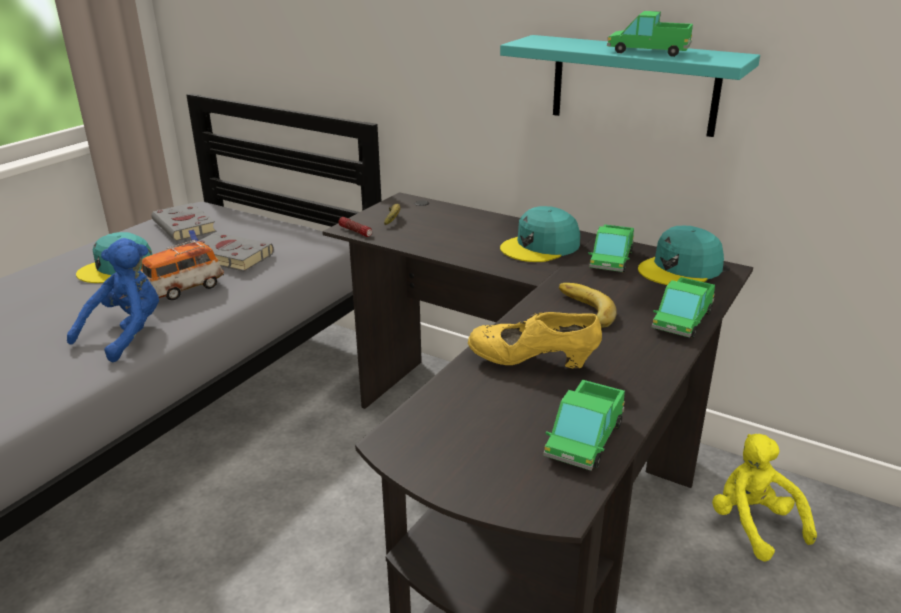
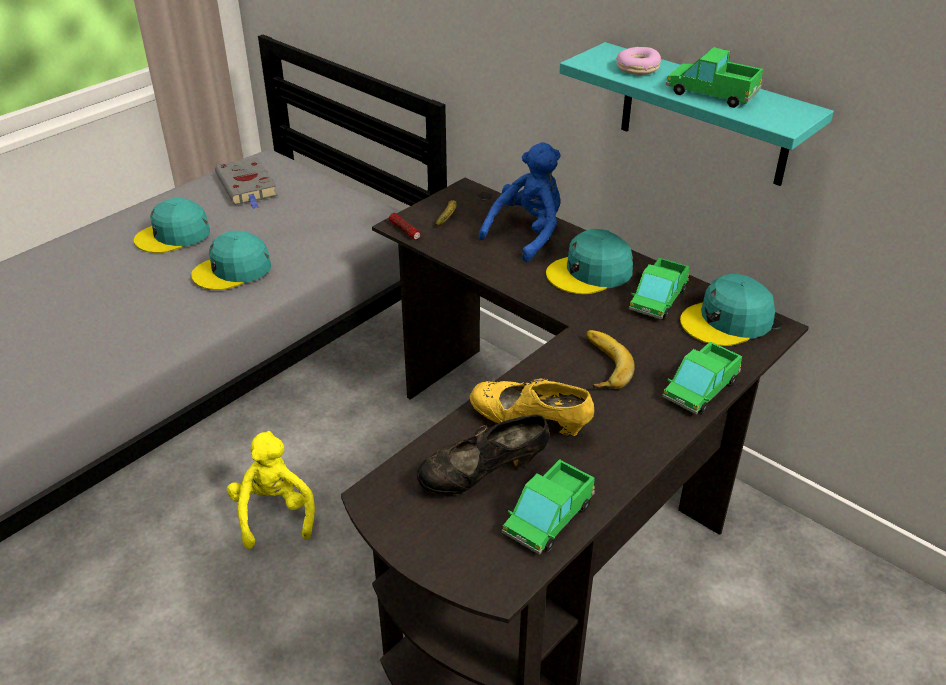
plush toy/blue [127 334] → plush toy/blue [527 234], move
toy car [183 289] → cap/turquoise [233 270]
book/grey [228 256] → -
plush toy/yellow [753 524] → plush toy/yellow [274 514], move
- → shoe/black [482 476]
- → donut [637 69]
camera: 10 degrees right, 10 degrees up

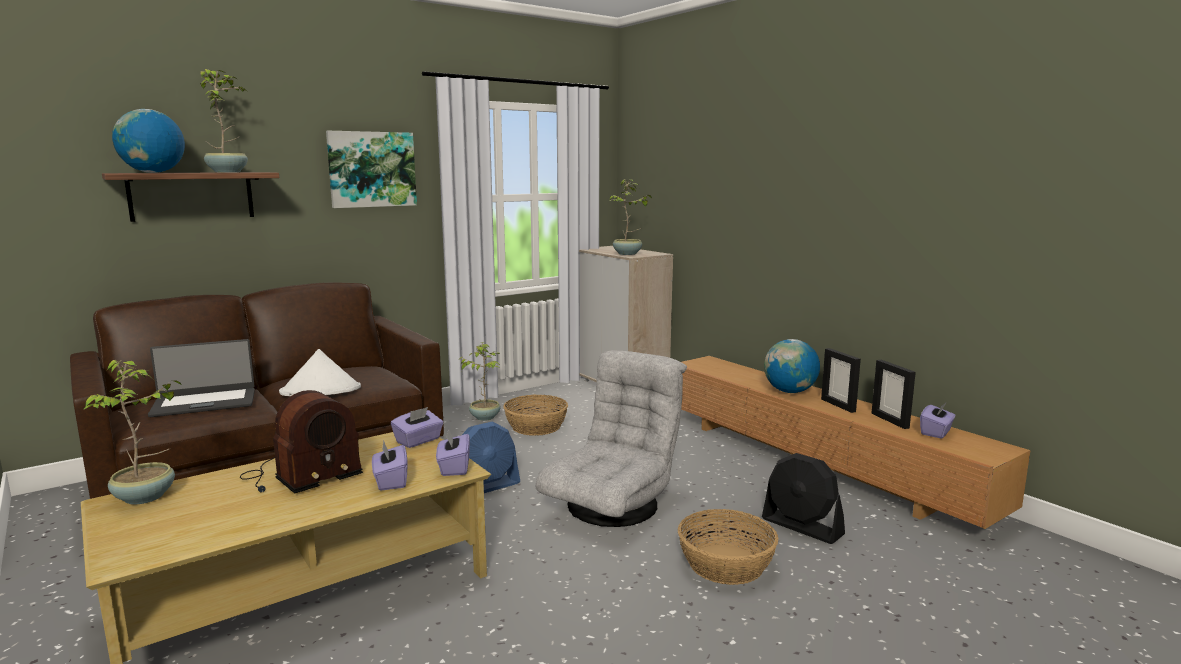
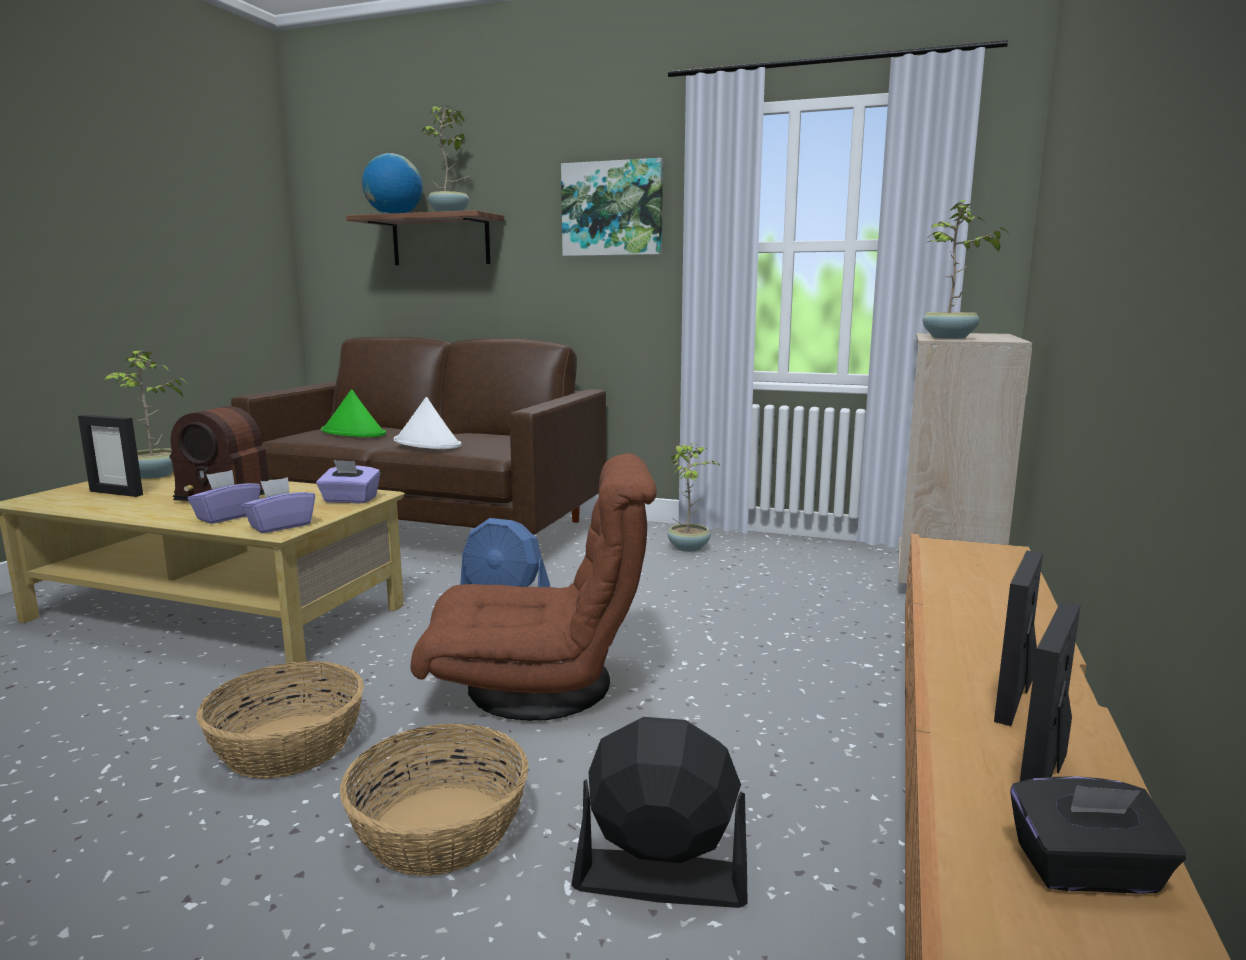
laptop [204 403] → hat/green [353 433]
basket [536 426] → basket [289 745], move
armchair/grey [613 507] → armchair/brown [537 688]
fan/black [802 527] → fan/black [659 878], 90 degrees clockwise
globe [789 391] → -
tissue box/purple [936 432] → tissue box/black [1087 871]
- → picture frame [117 492]
camera: 55 degrees right, 0 degrees up

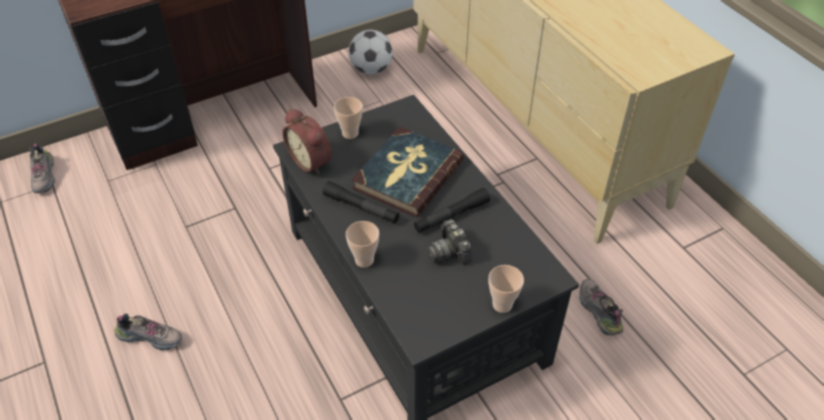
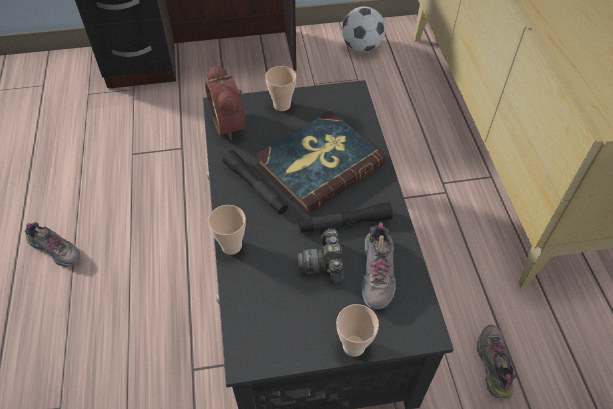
shoe [45 176] → shoe [378 274], move
camera: 20 degrees right, 5 degrees up

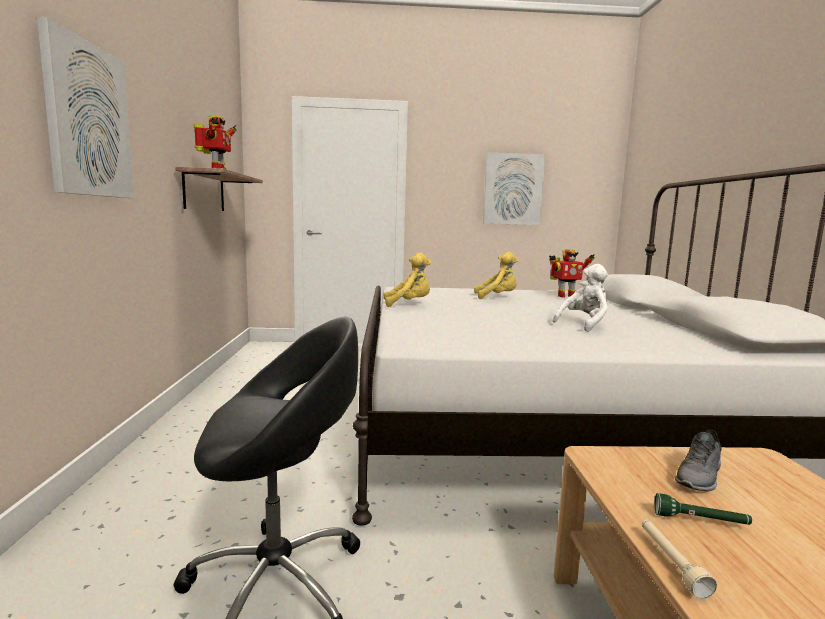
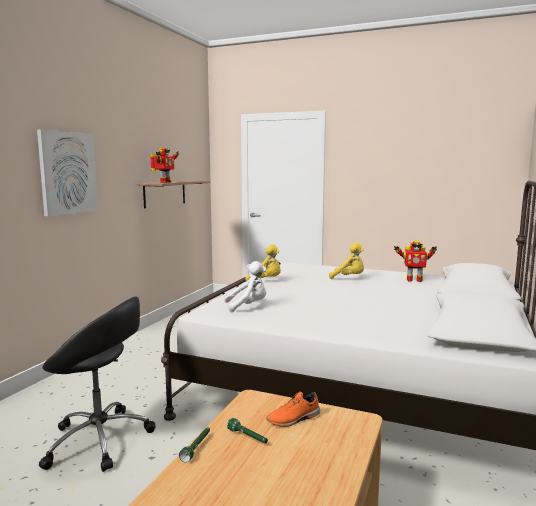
picture [513 189] → -
plush toy/white [584 325] → plush toy/white [248 306], move
flashlight/beige [670 563] → flashlight/green [197 448]
shoe/grey [700 477] → shoe/orange [294 419]
camera: 25 degrees right, 0 degrees up

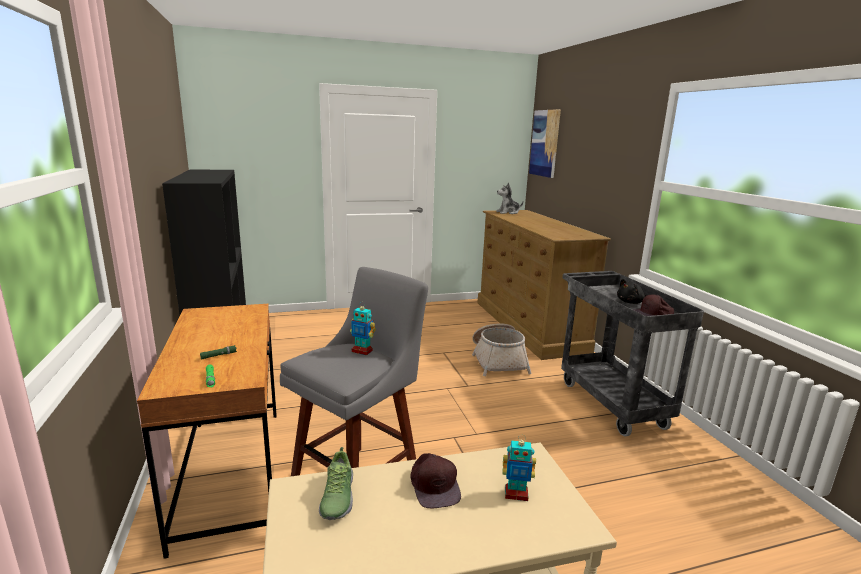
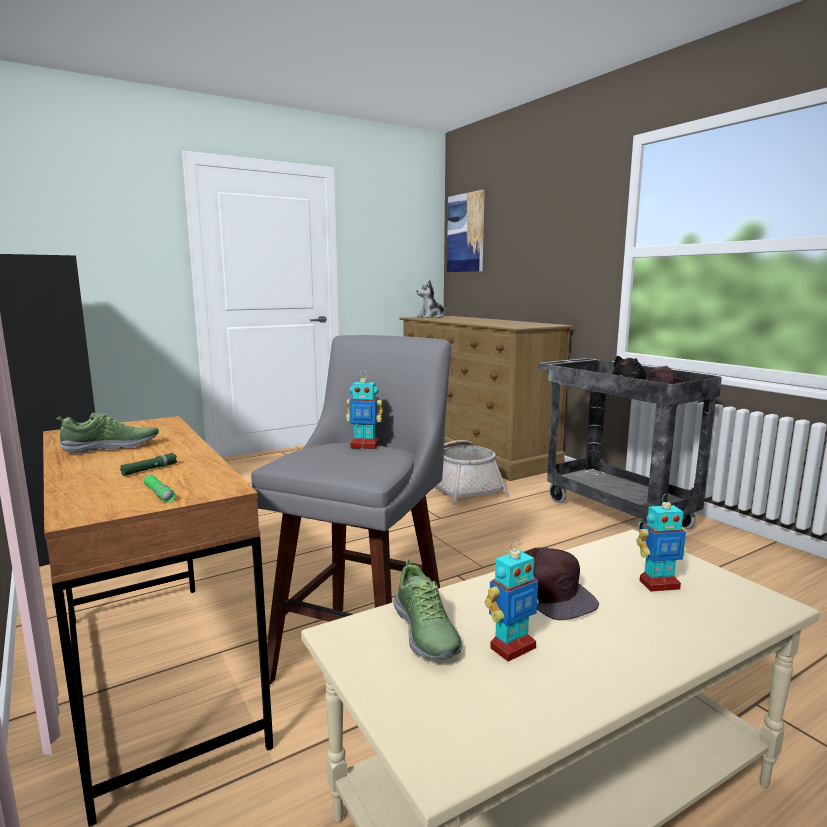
- → shoe [112 447]
- → toy robot [512 647]
camera: 15 degrees left, 5 degrees down

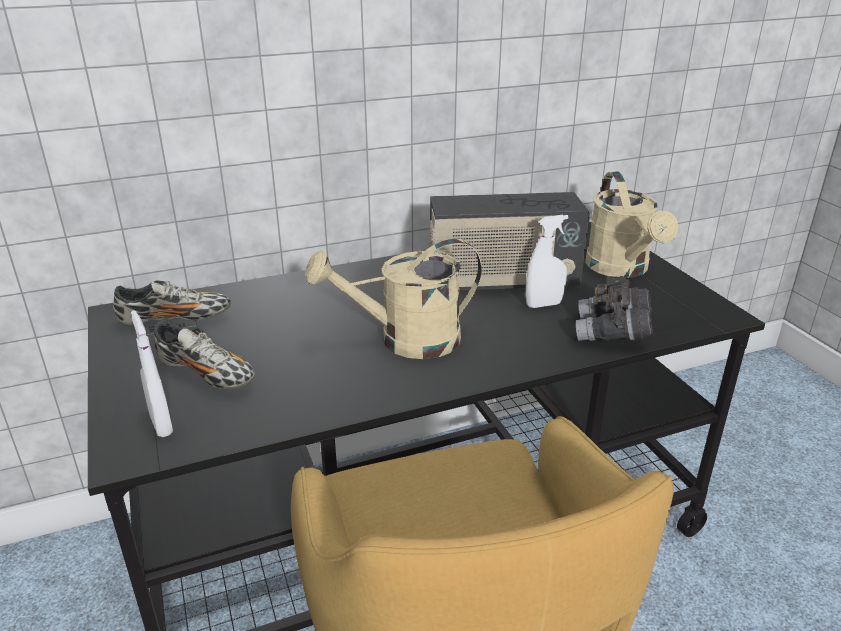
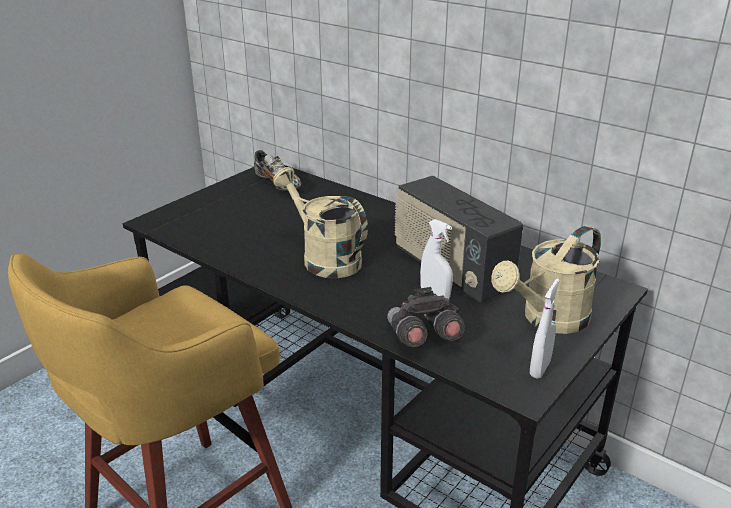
spray bottle/white [161 425] → spray bottle/white [540 368], move
shoe [207 375] → -
camera: 60 degrees right, 0 degrees up

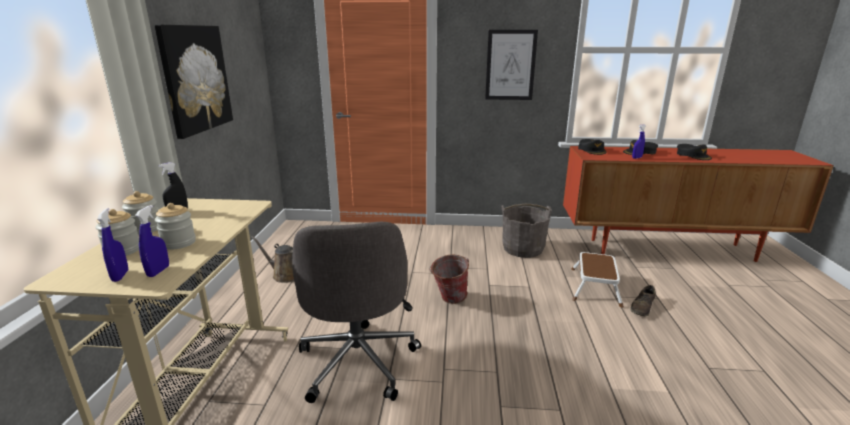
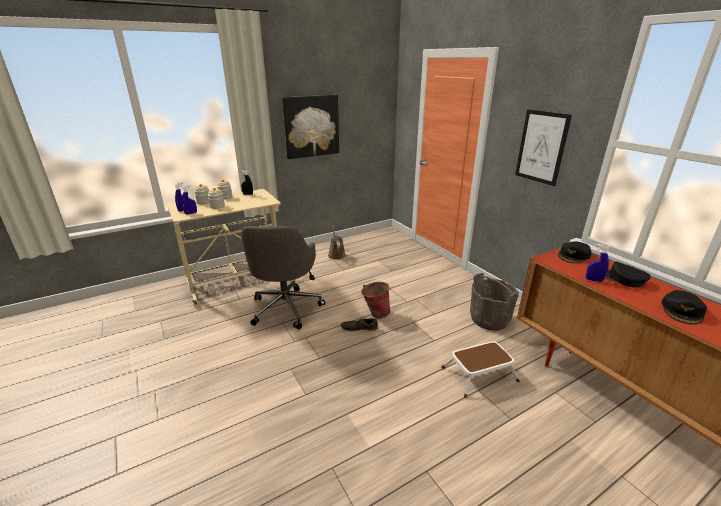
office chair/grey [358 363] → office chair/grey [286 309], 45 degrees counterclockwise
shoe/brown [642 307] → shoe/brown [359 328], move
camera: 55 degrees right, 5 degrees up

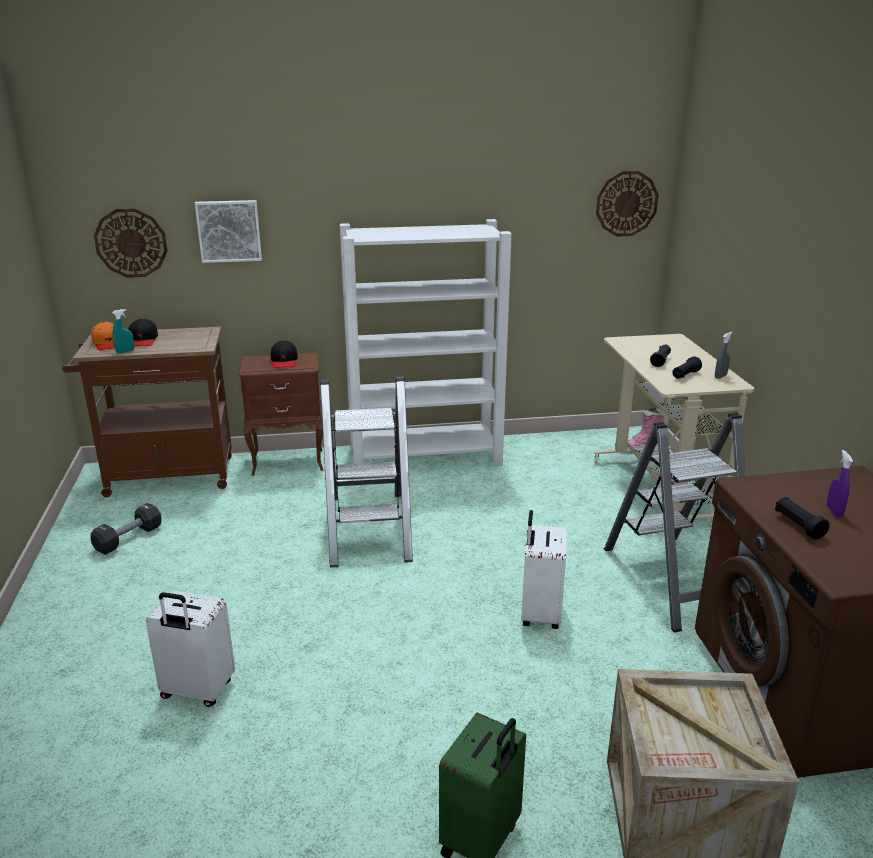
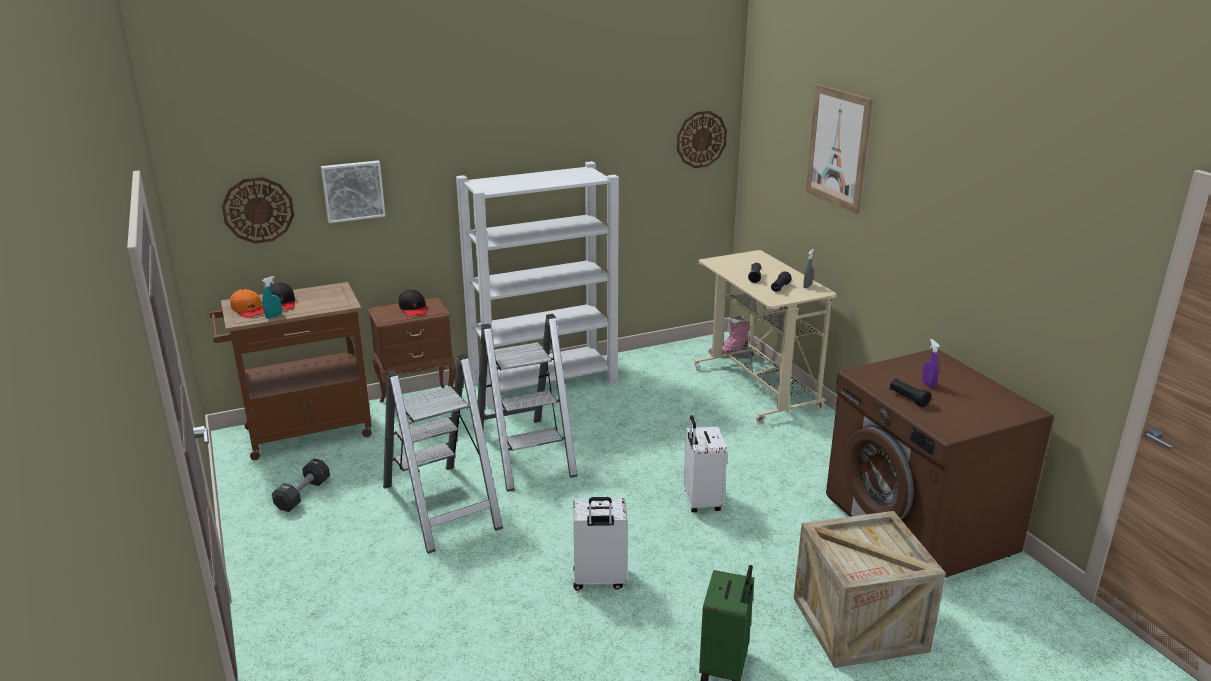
suitcase/white [197 691] → suitcase/white [599 580], move
step ladder/grey [675 581] → step ladder/grey [441 507], move
- → picture [838 148]
camera: 15 degrees left, 0 degrees up

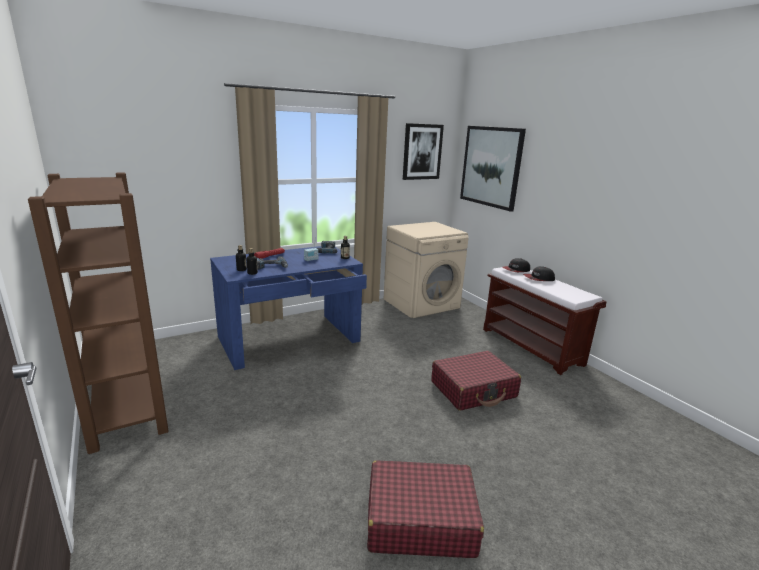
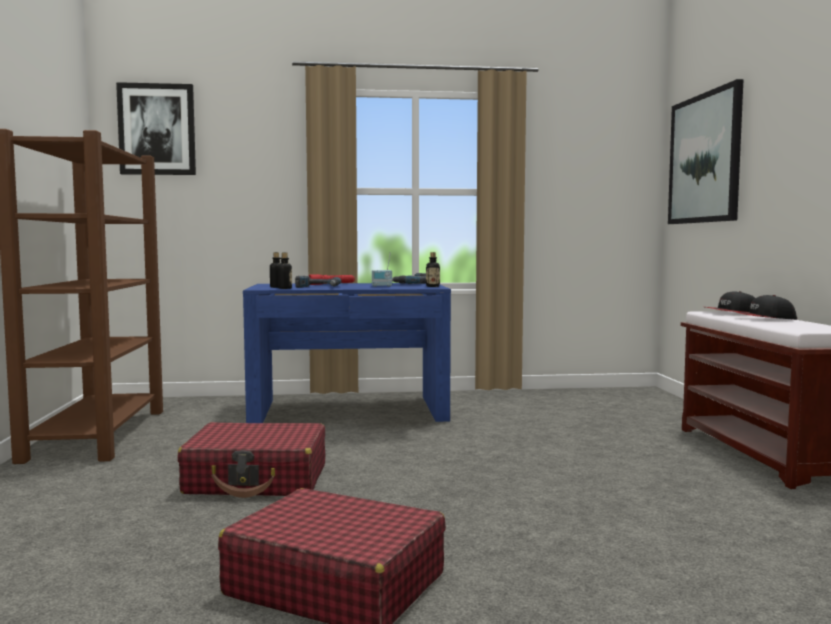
washing machine/beige [423 304] → -
picture [422 152] → picture [157 129], move
suitcase/red [473 390] → suitcase/red [257 479], move
camera: 25 degrees right, 15 degrees down

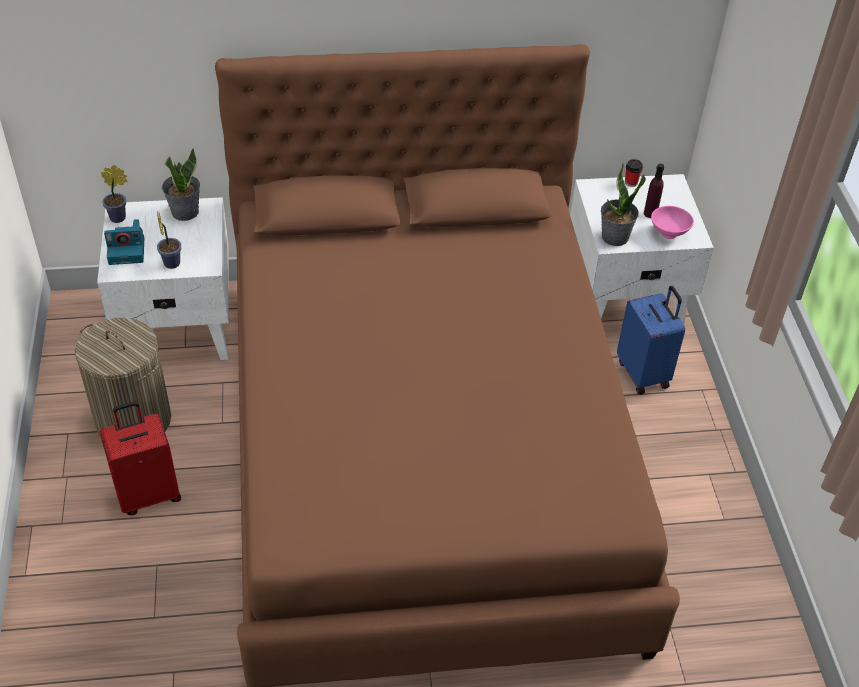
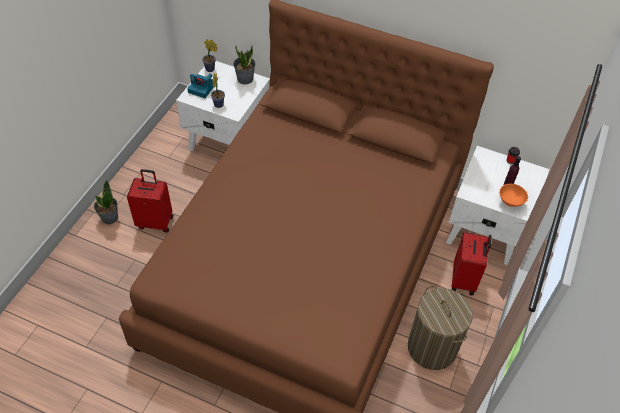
laundry basket [134 420] → laundry basket [432 347], move
potted plant [614 237] → potted plant [109 217], move
suitcase/blue [644 373] → suitcase/red [464 280]
bowl/pink [667 233] → bowl/orange [509 202]
camera: 30 degrees right, 5 degrees up

